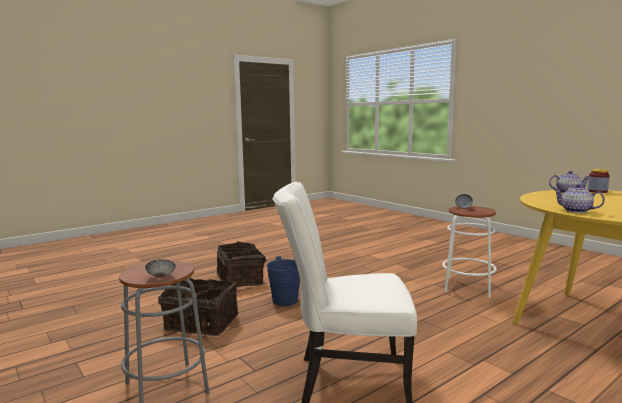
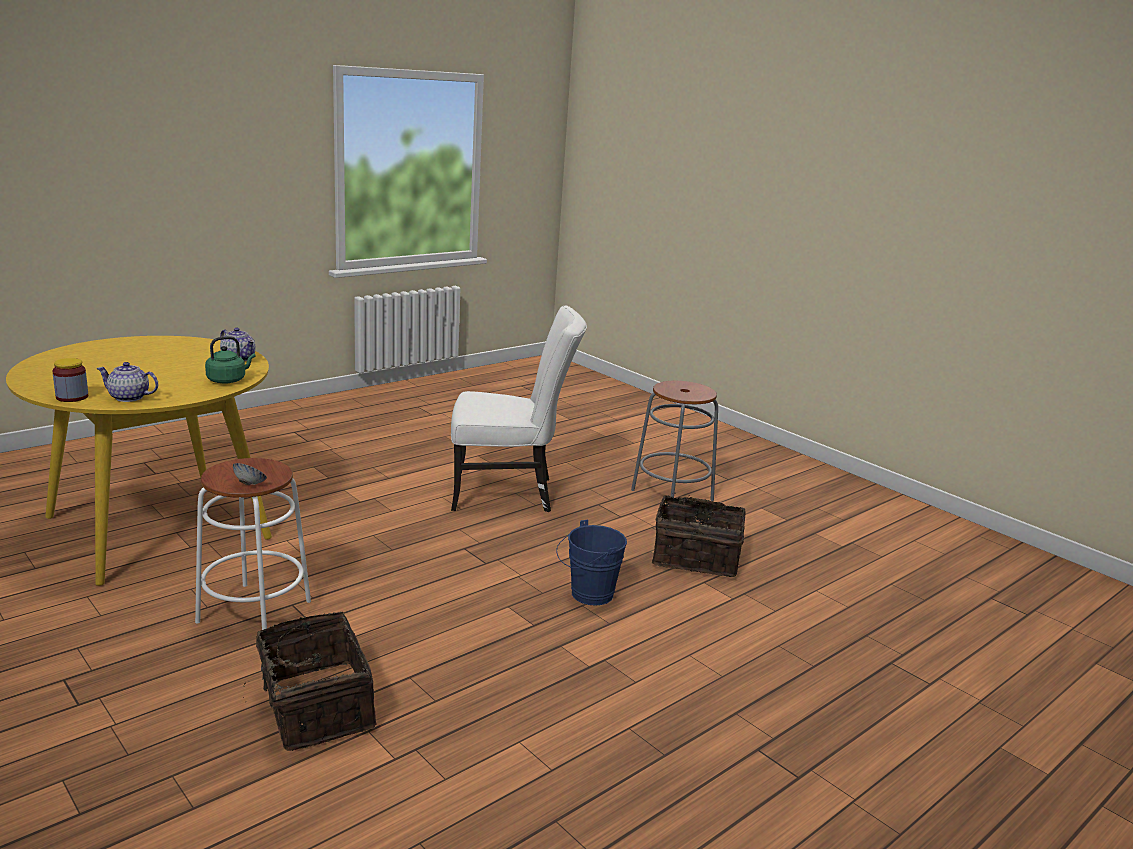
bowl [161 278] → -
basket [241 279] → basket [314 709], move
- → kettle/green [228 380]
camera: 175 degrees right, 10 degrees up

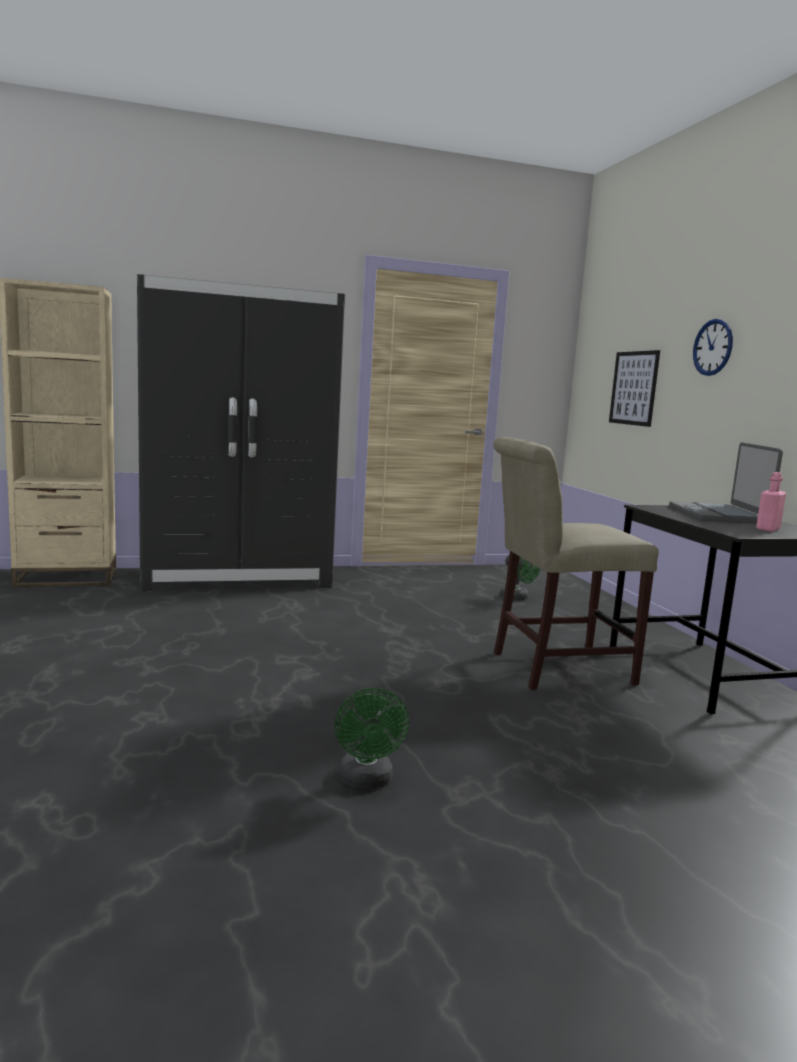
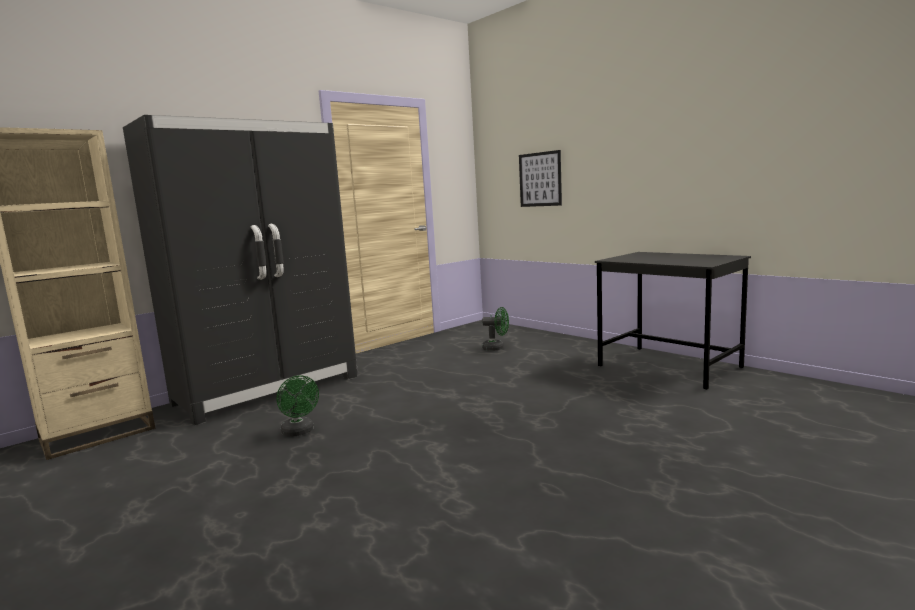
fan/green [367 781] → fan/green [299 432], move
chair/beige [554 668] → -
laptop [718 515] → -
wall clock [713 347] → -
bottle/pink [768 529] → -
camera: 25 degrees left, 0 degrees up

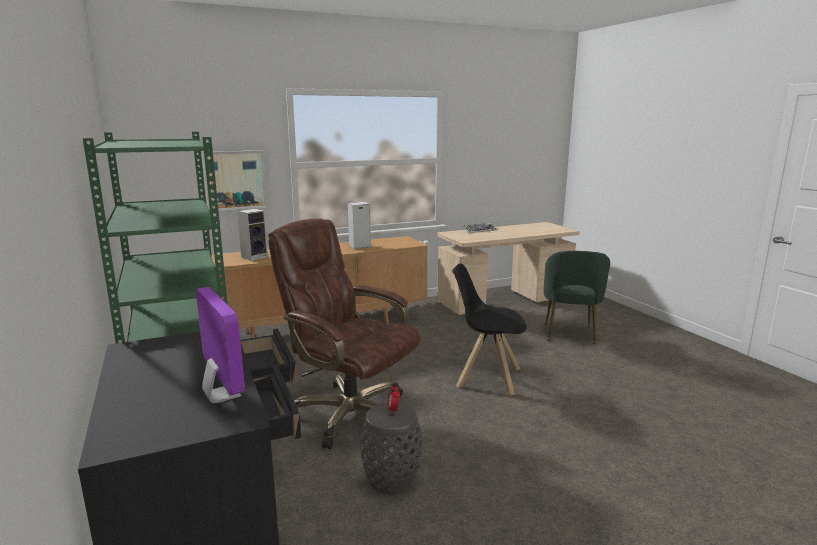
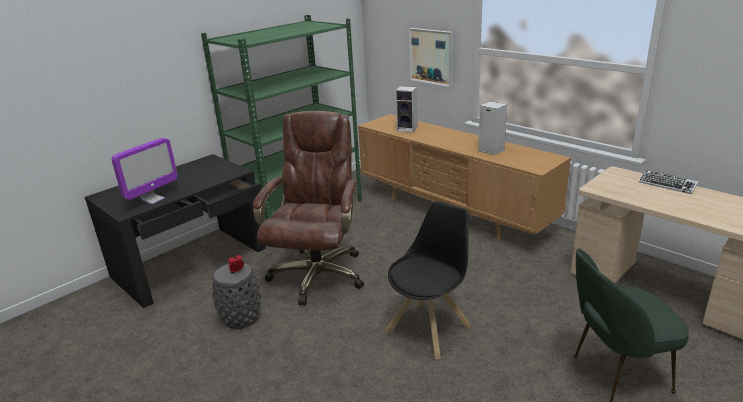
chair/black [486 377] → chair/black [430 328], 45 degrees clockwise
camera: 70 degrees right, 10 degrees up

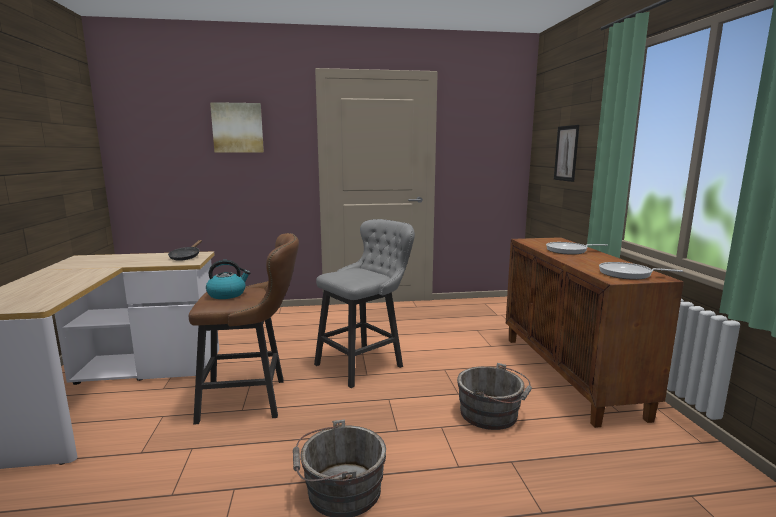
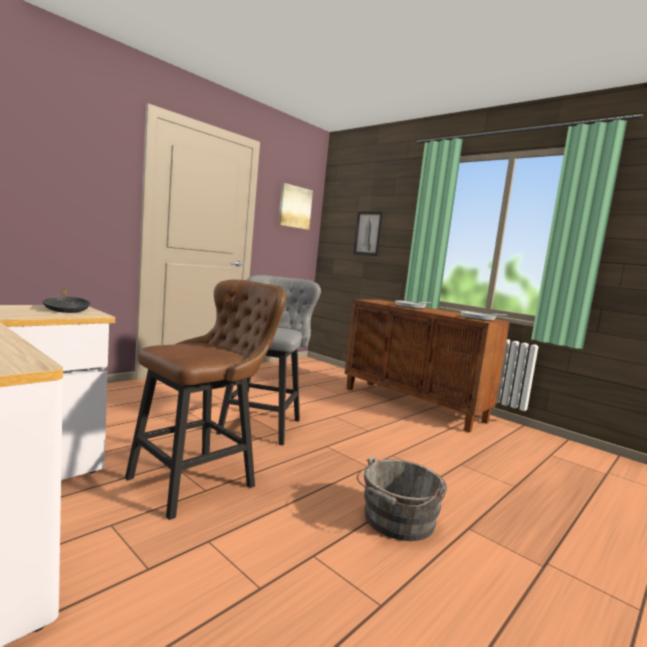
kettle [227 294] → -
picture [238 128] → picture [294 207], move
bucket/grey [492 414] → -
camera: 40 degrees left, 5 degrees down

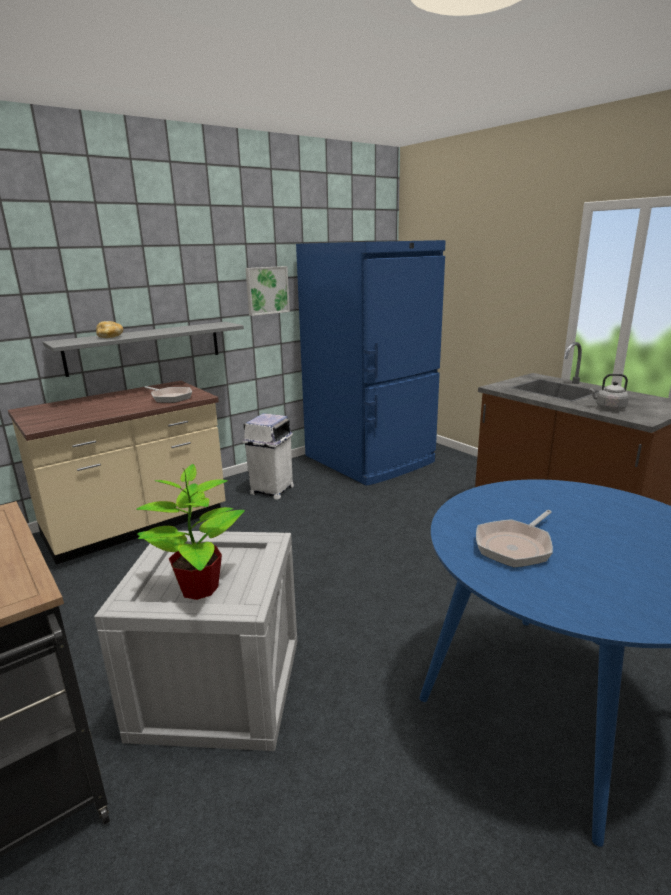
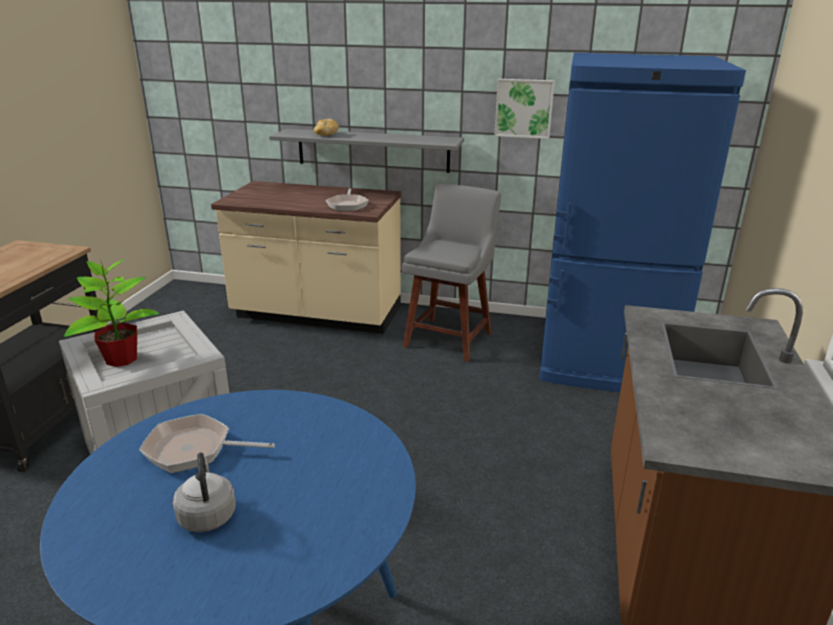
trash can/white [271 490] → stool/grey [450 337]
kettle/grey [608 408] → kettle/grey [207 515], move
camera: 50 degrees right, 5 degrees up

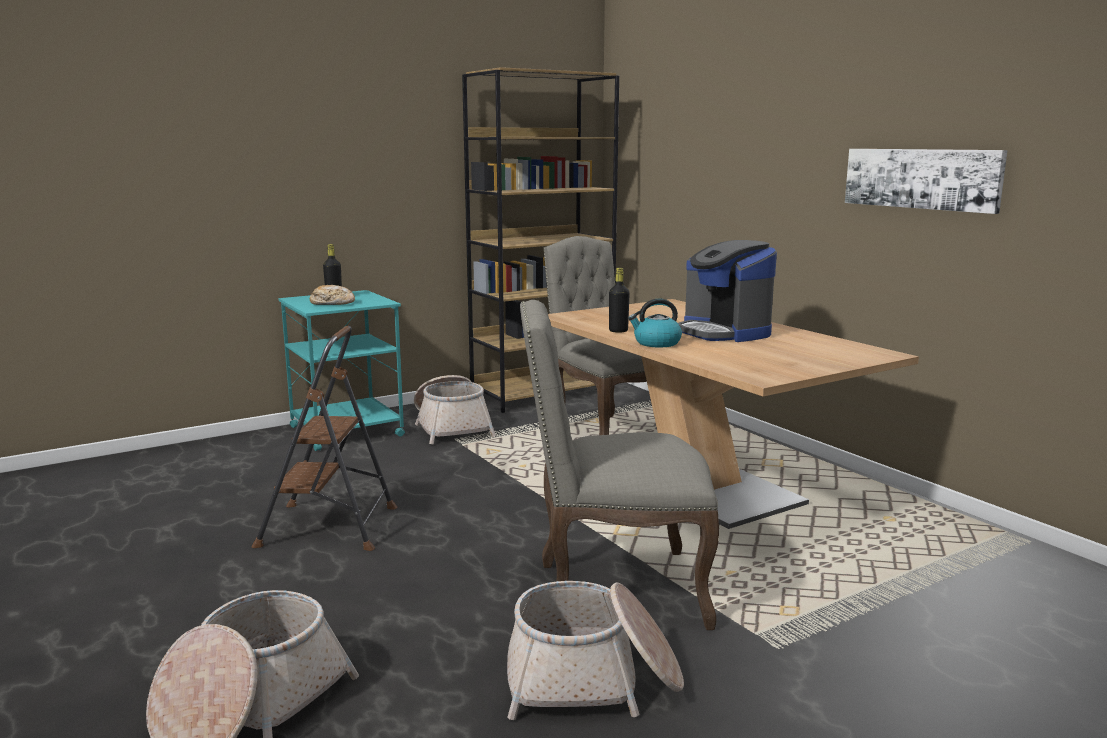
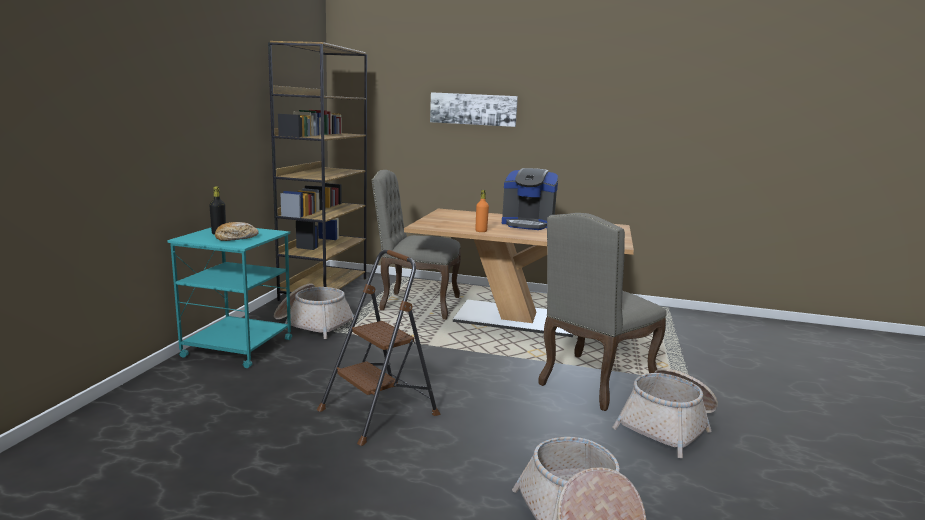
bottle/black [618 331] → bottle/orange [481 231]
kettle [656 343] → -
picture [921 178] → picture [473 109], move
camera: 45 degrees left, 0 degrees up

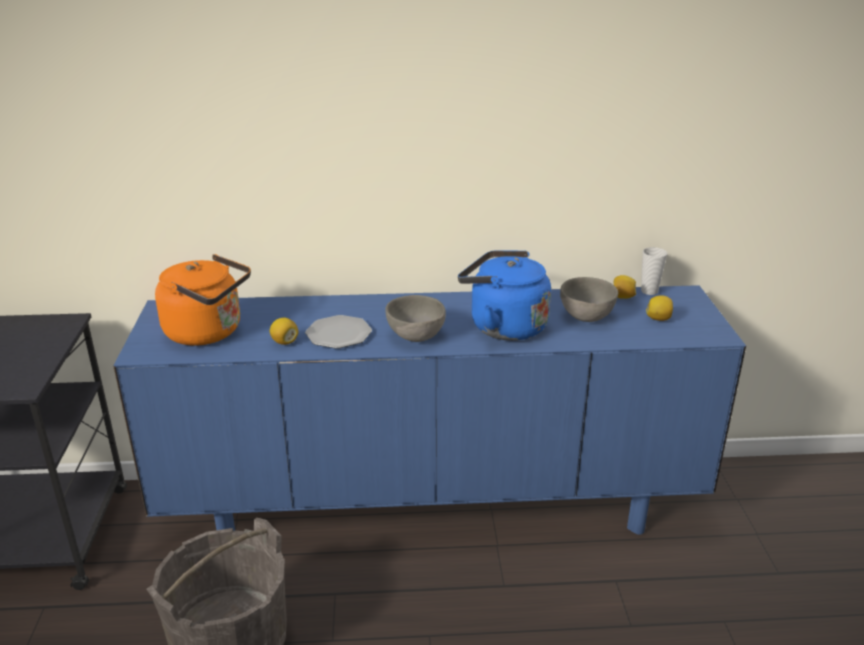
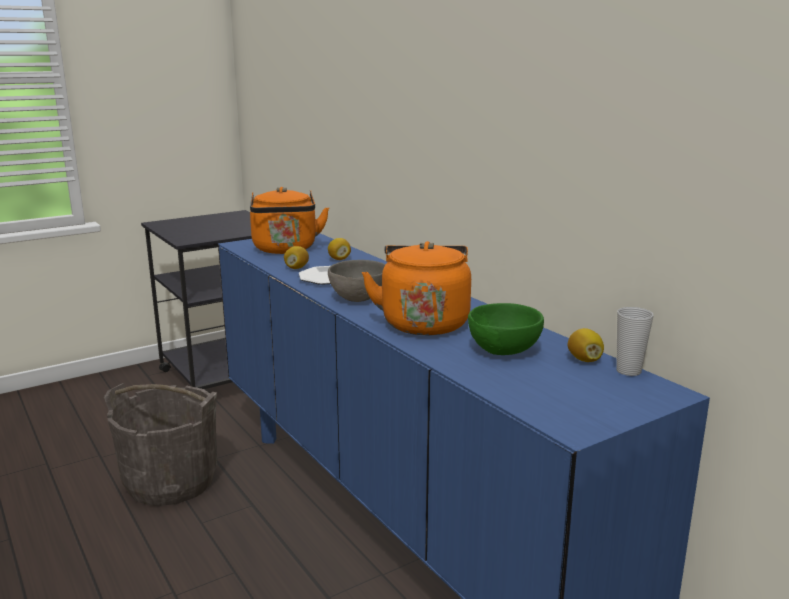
kettle/blue [503 326] → kettle/orange [424 322]
bowl/grey [585 316] → bowl/green [502 350]
lemon [658 319] → lemon [339 259], move
camera: 60 degrees right, 10 degrees down

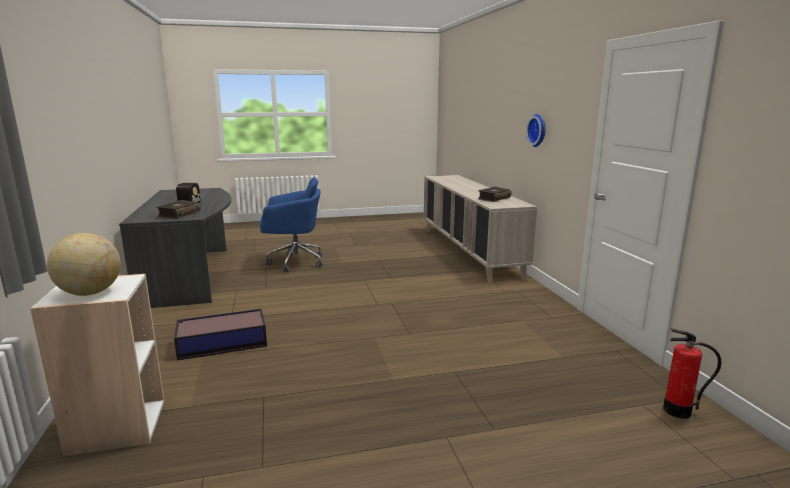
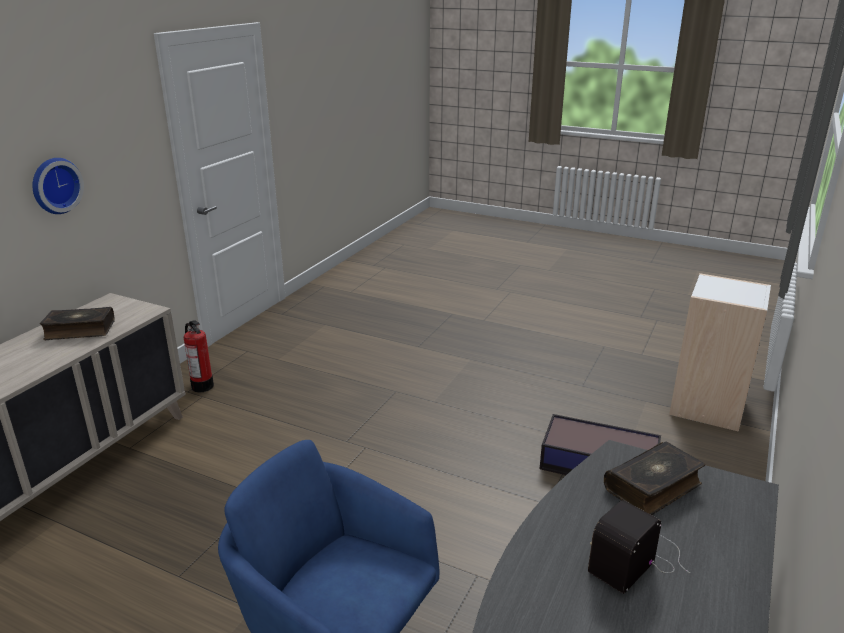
globe [90 293] → -
fire extinguisher [677 411] → fire extinguisher [202 386], move
camera: 140 degrees left, 10 degrees up

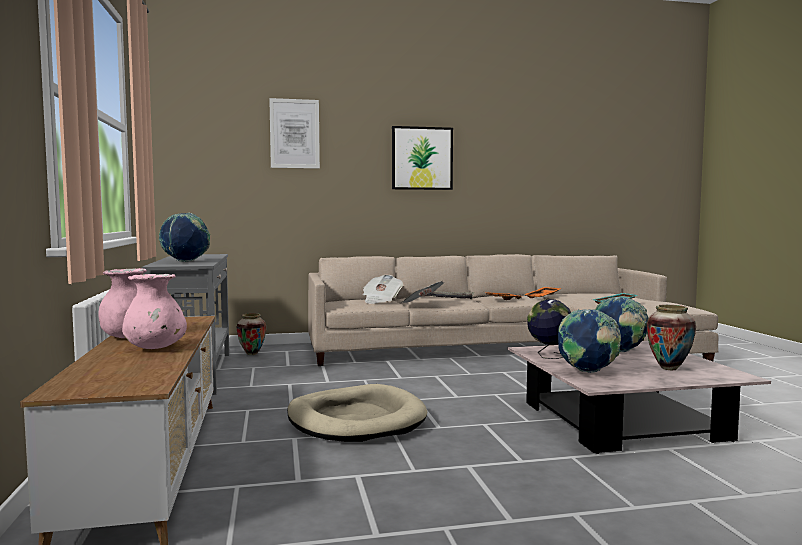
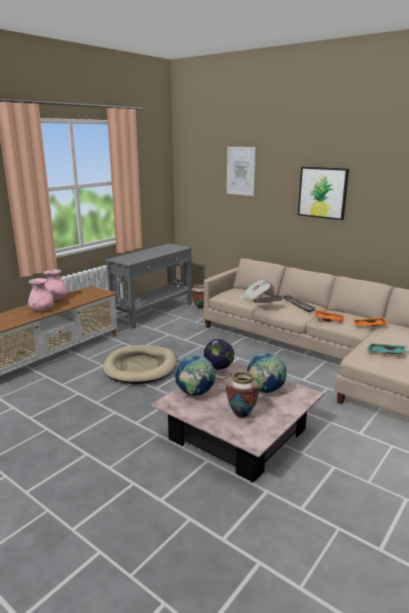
globe [185 262] → -
camera: 50 degrees right, 15 degrees up

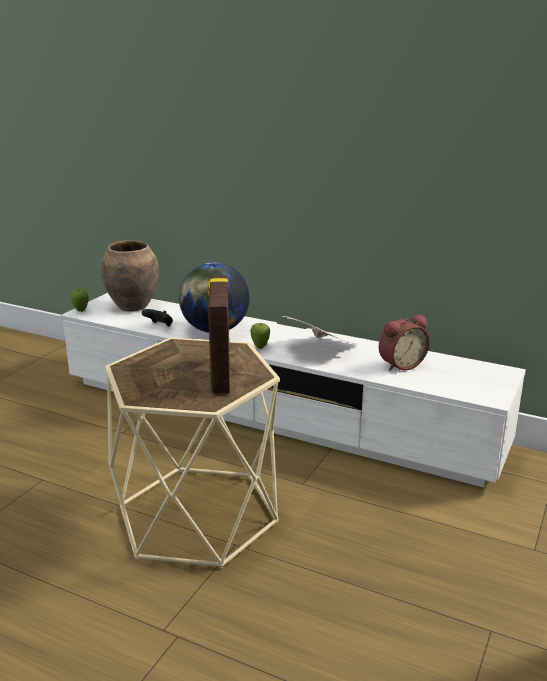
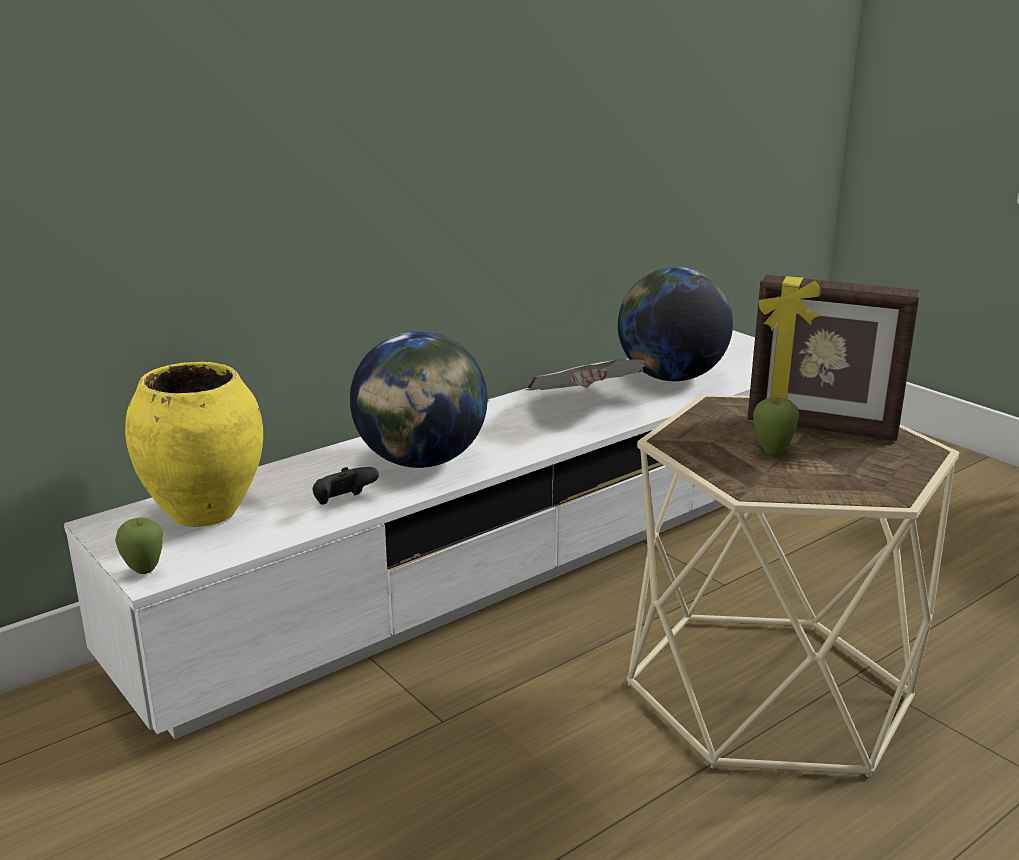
vase/brown [133 307] → vase/yellow [204 512]
apple [260 347] → apple [772 452], move
alarm clock [400 364] → globe [670 377]
camera: 65 degrees left, 0 degrees up

